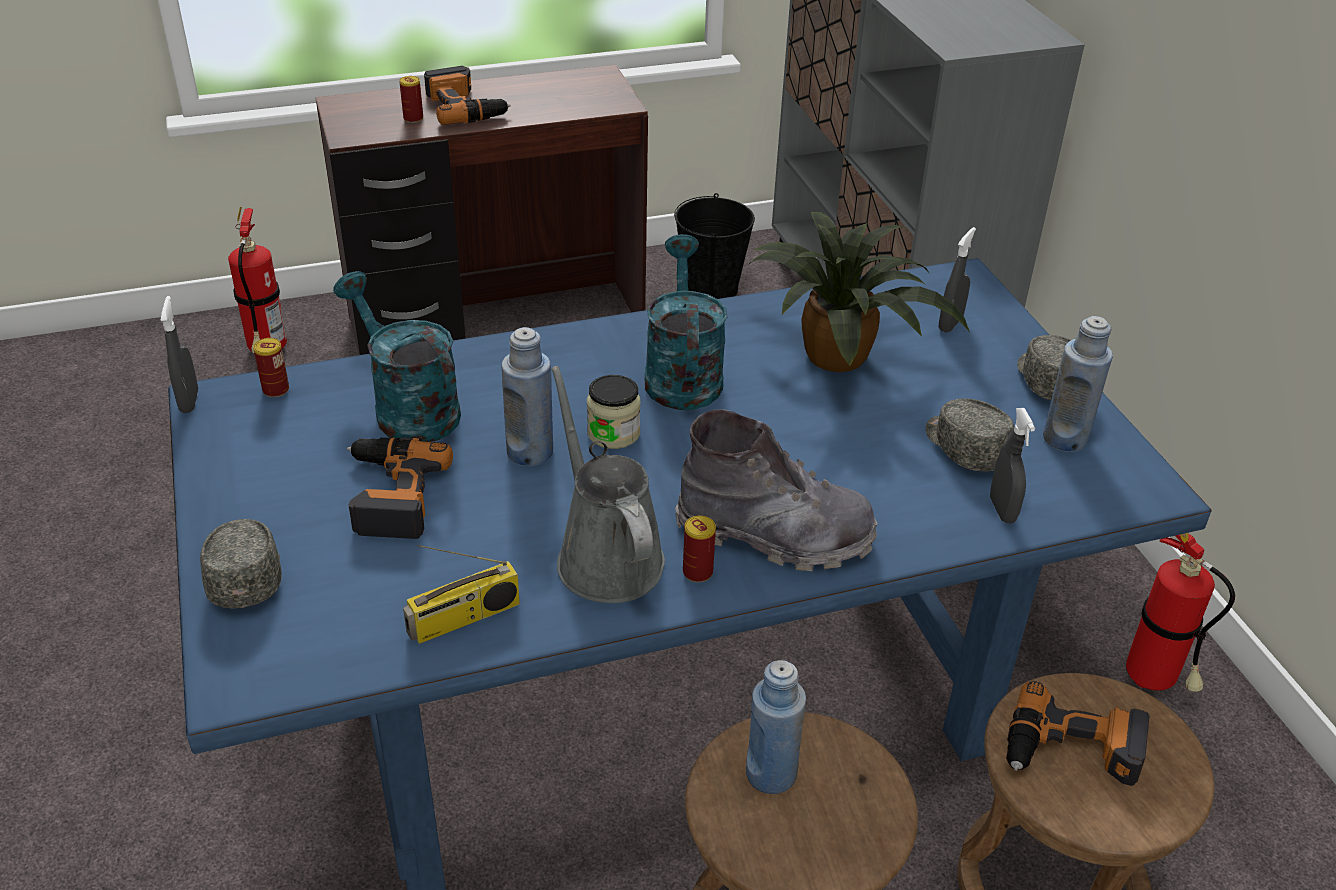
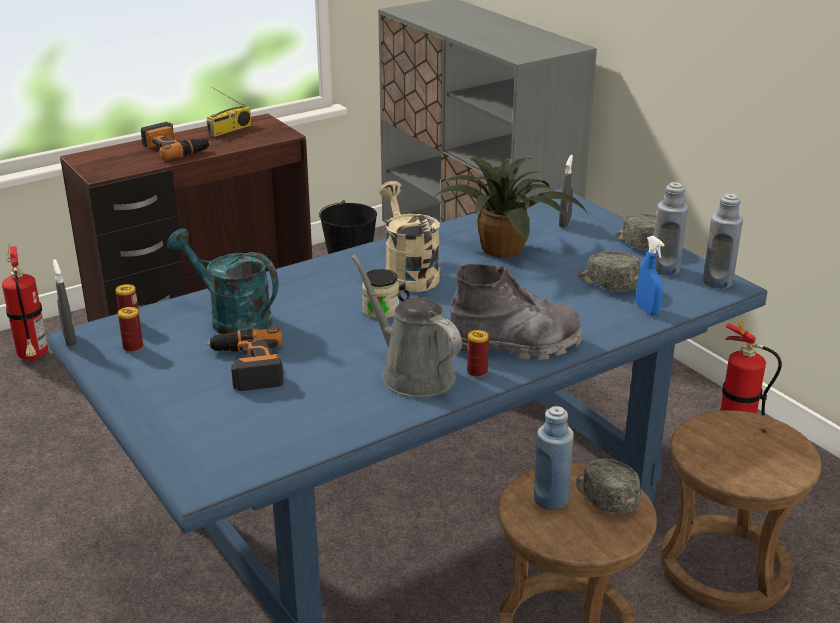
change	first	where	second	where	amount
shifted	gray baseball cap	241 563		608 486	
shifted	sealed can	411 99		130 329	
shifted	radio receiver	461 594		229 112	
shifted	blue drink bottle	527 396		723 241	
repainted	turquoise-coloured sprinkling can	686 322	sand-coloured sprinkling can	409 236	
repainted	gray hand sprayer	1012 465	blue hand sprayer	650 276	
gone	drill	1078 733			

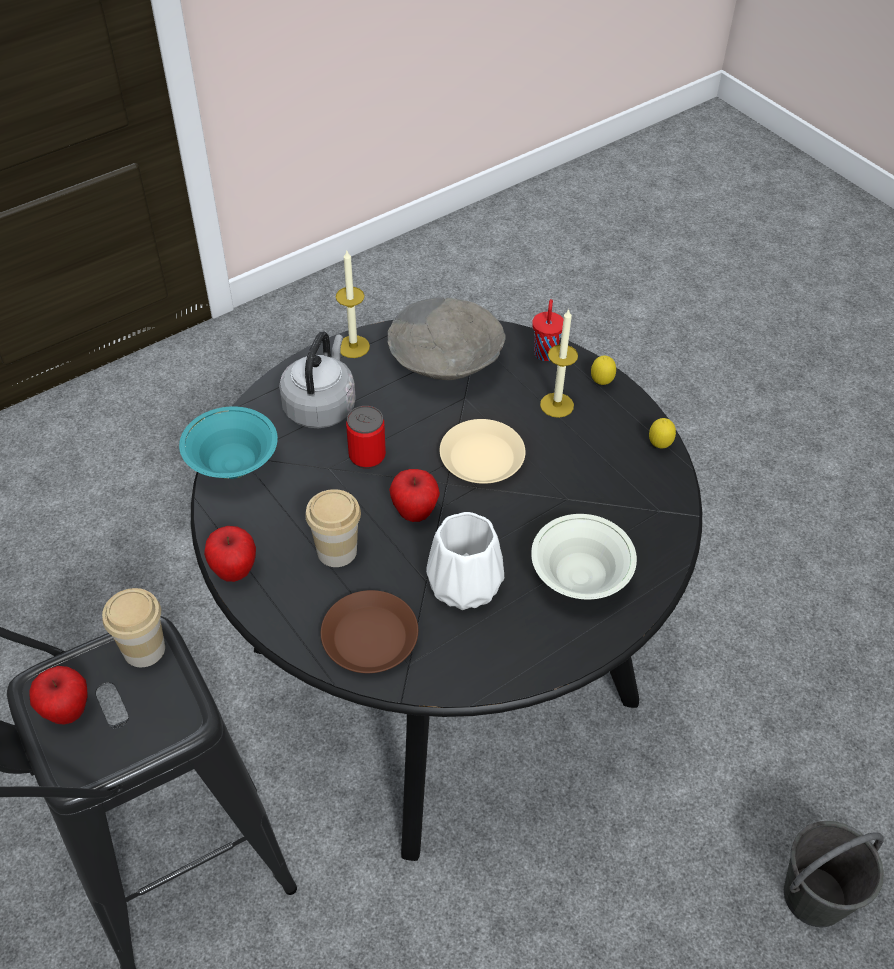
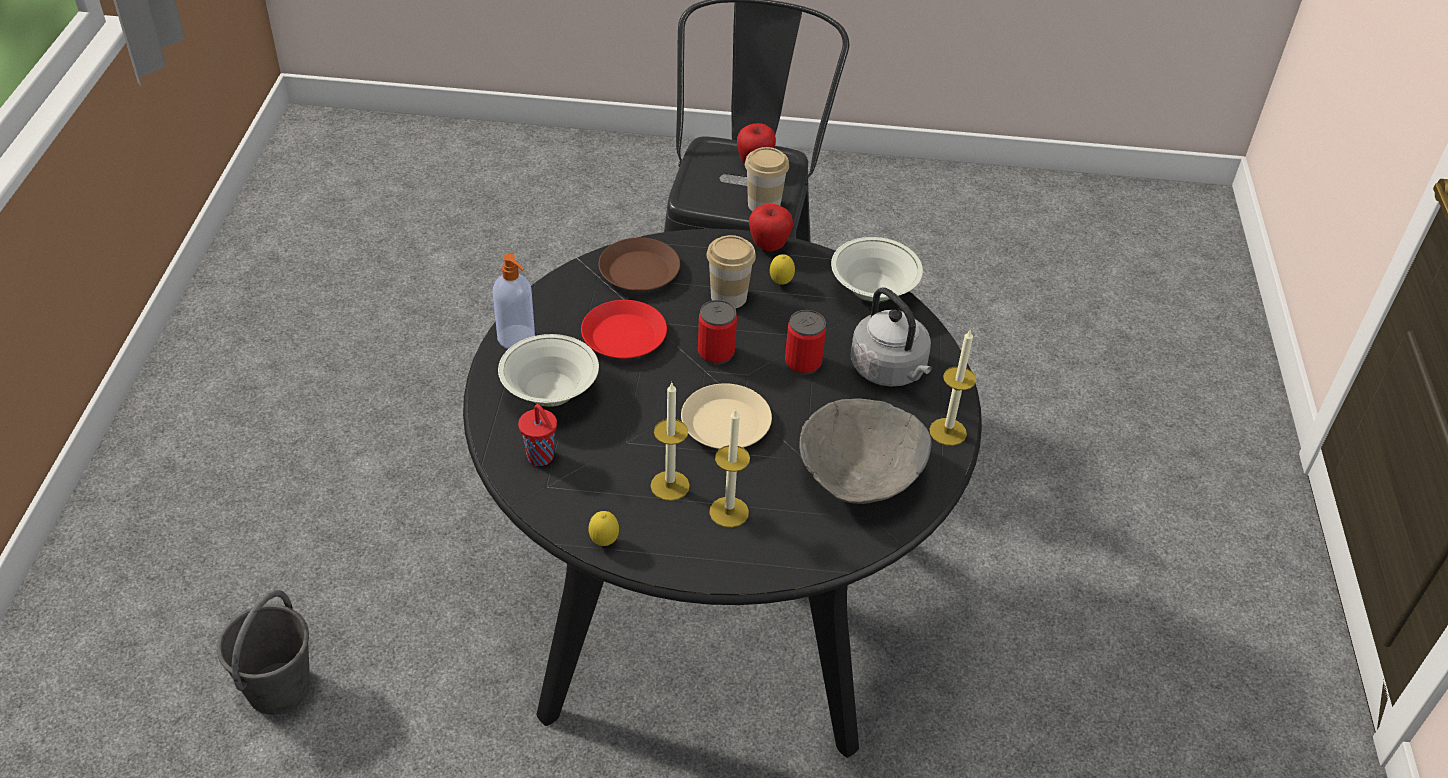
change	first	where	second	where	amount
repainted	turquoise-coloured bowl	228 442	whitish bowl	877 270	
swapped	apple fruit	414 495	sealed can	717 332	
swapped	whitish flower vase	465 561	red-coloured dinner plate	624 329	
shifted	red-coloured cup	547 330		537 435	
shifted	citrus fruit	603 370		782 269	
new			soap bottle	514 301	
new			wax light	670 442	

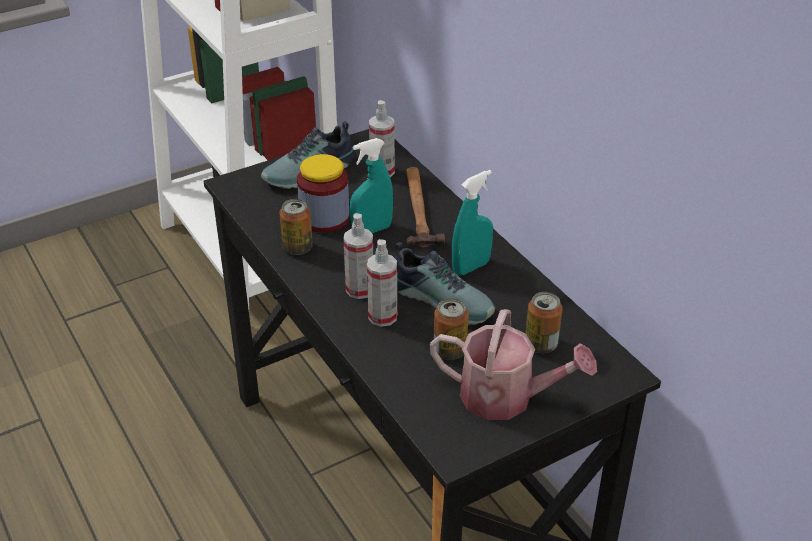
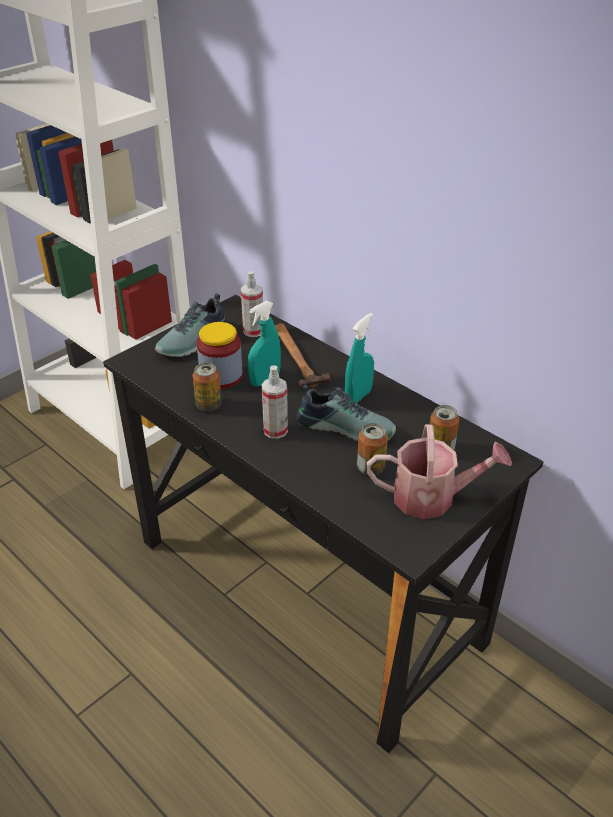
change	first	where	second	where	amount
gone	hand sprayer	382 283			

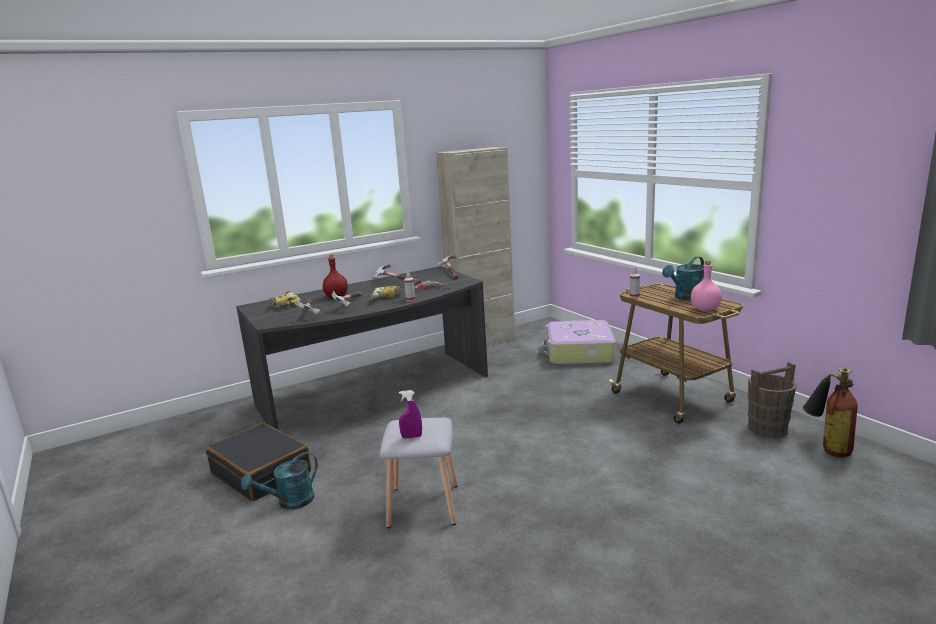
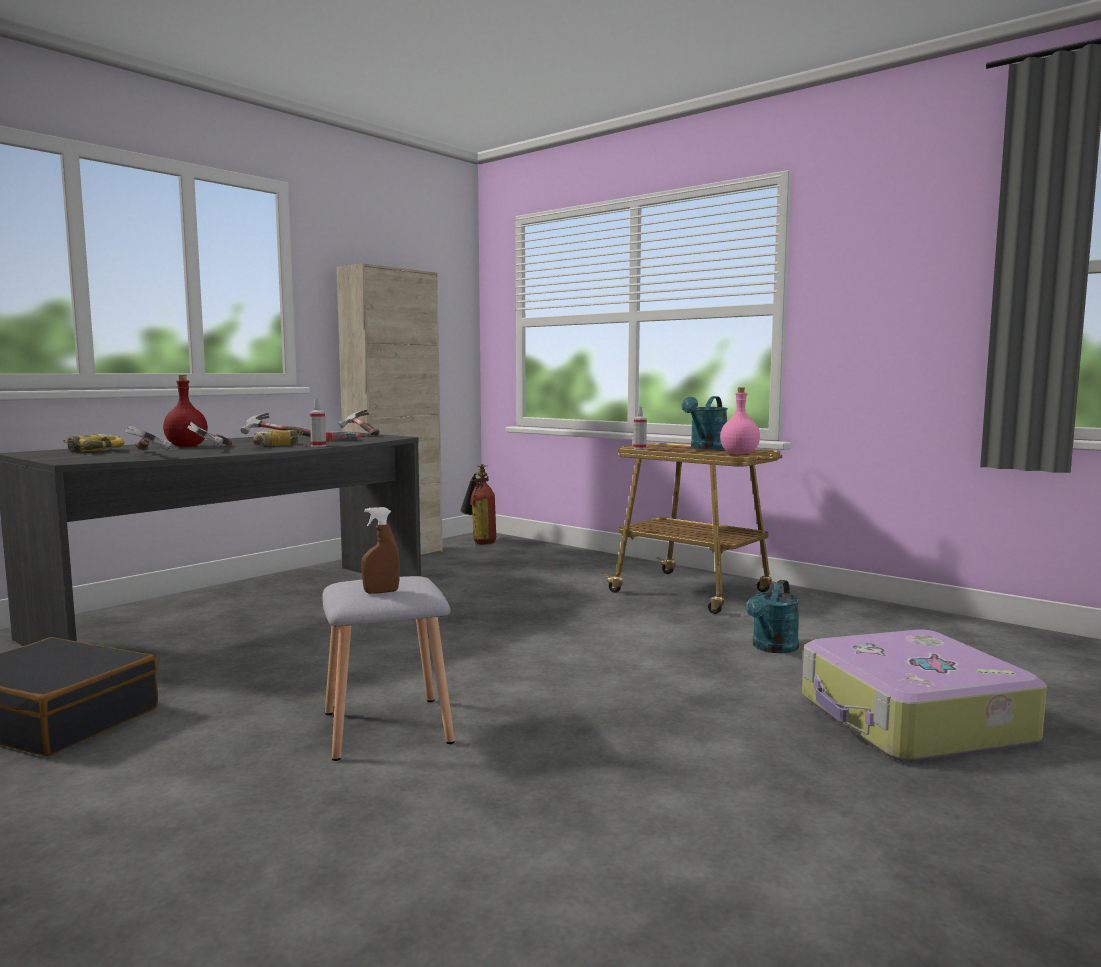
change	first	where	second	where	amount
shifted	turquoise-coloured sprinkling can	279 481		772 616	
repainted	purplish hand sprayer	410 414	brown hand sprayer	380 550	
shifted	piece of luggage	578 342		924 695	
gone	brown pail	772 400			
shifted	fire-fighting cylinder	830 413		478 504	

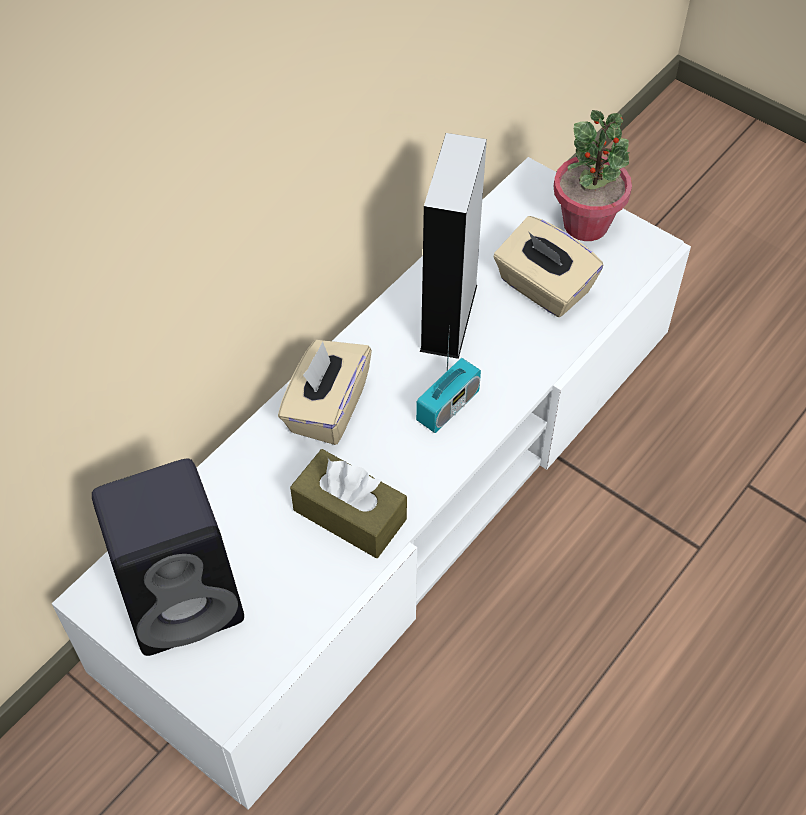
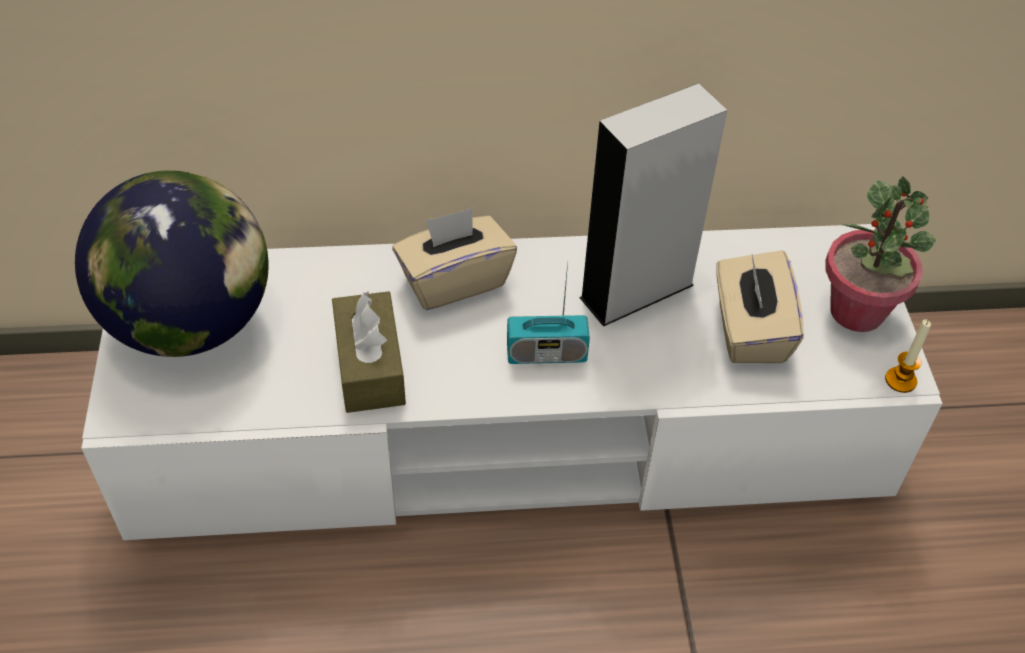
change	first	where	second	where	amount
swapped	black audio speaker	168 557	desk globe	172 263	
new			wax light	908 356	

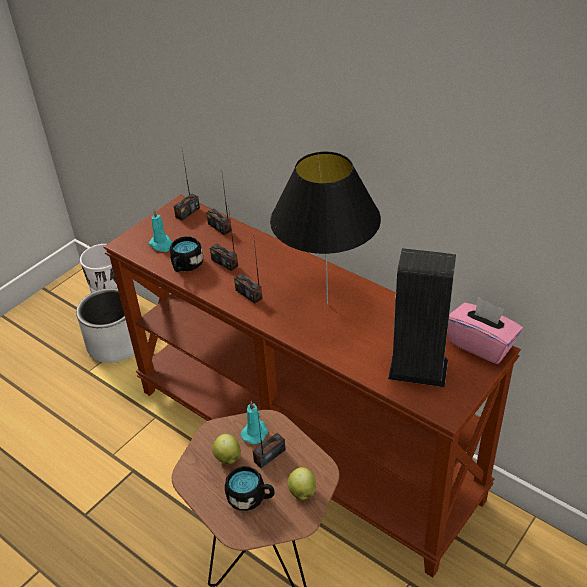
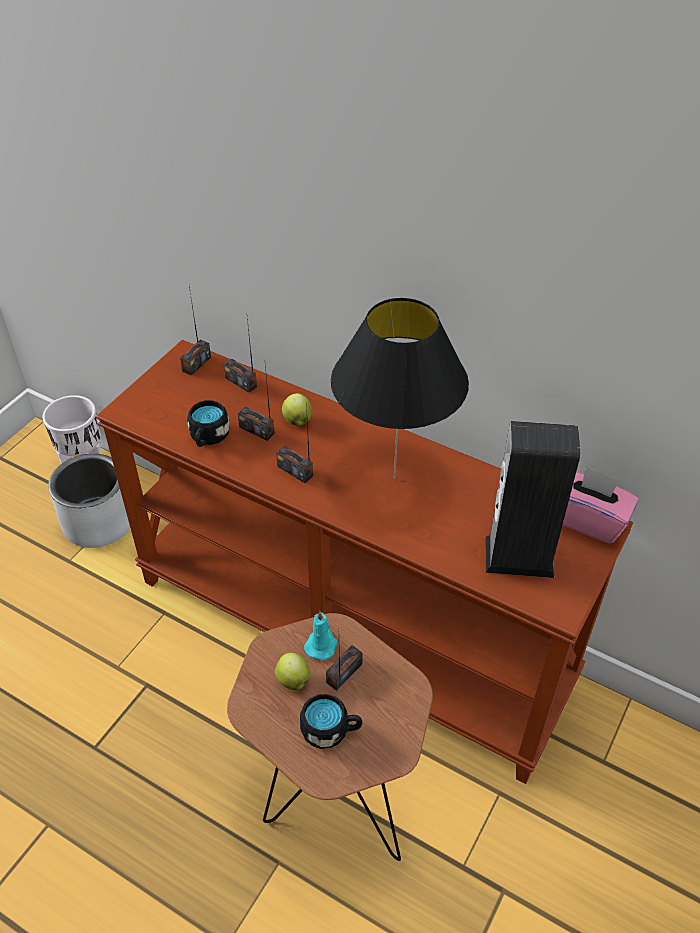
change	first	where	second	where	amount
gone	turquoise-coloured wax light	160 230			
shifted	apple fruit	301 483		297 409	

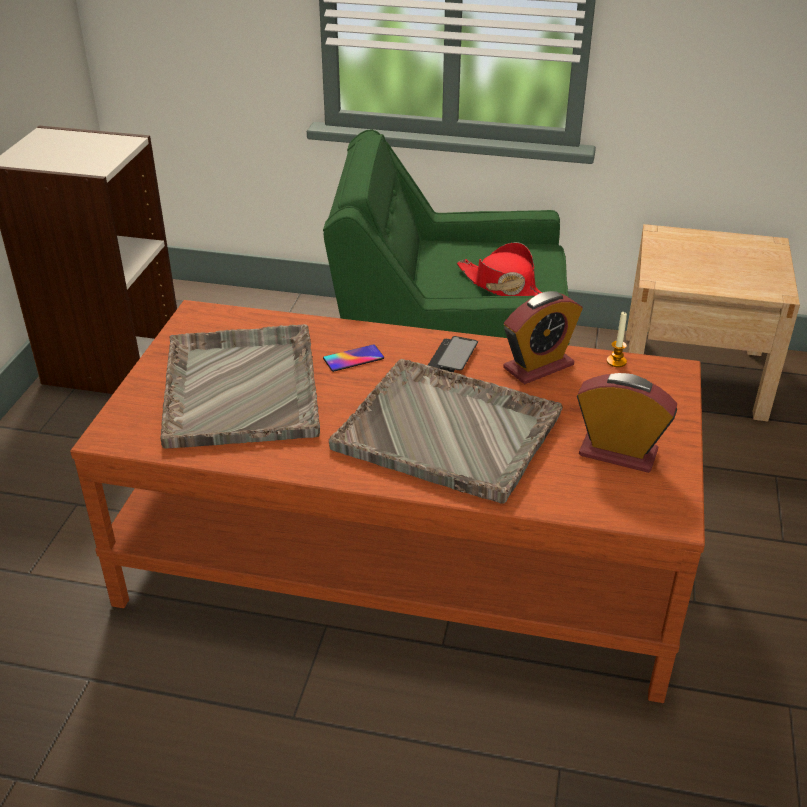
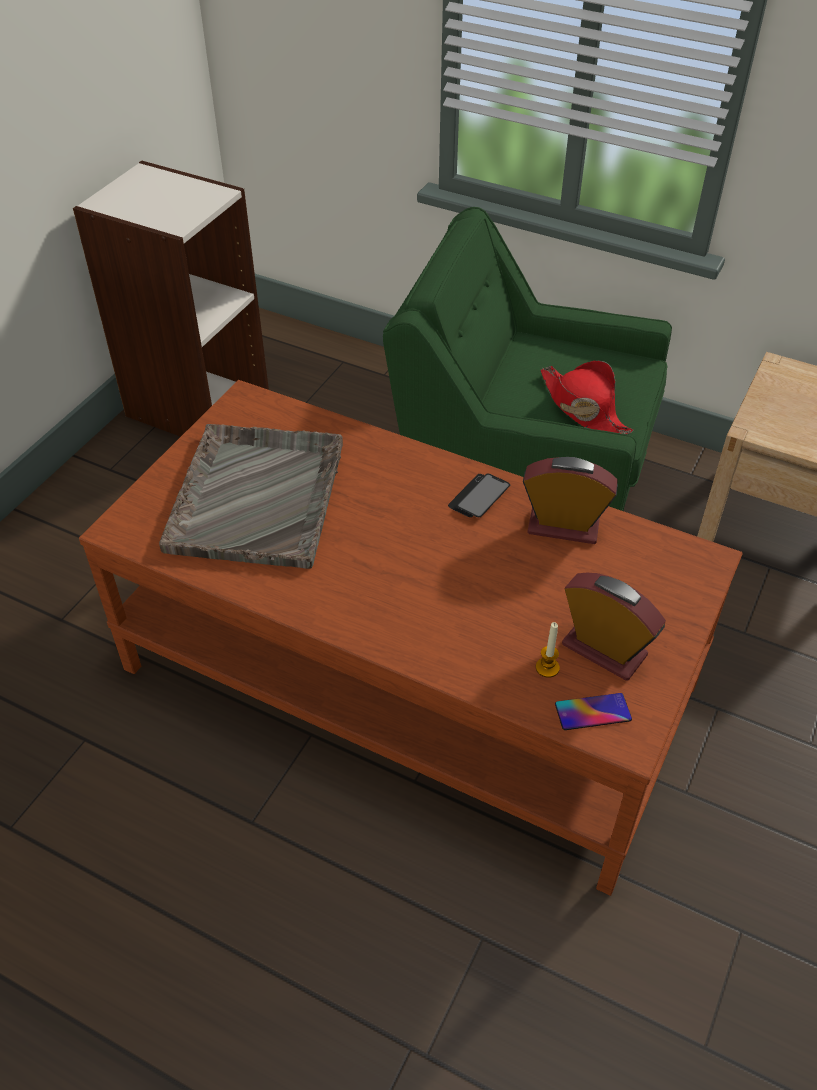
change	first	where	second	where	amount
shifted	handset	353 358		593 711	
gone	gray serving tray	446 431			
rotated	bedside clock	543 337		570 500	150 degrees counterclockwise
shifted	wax light	617 339		548 650	

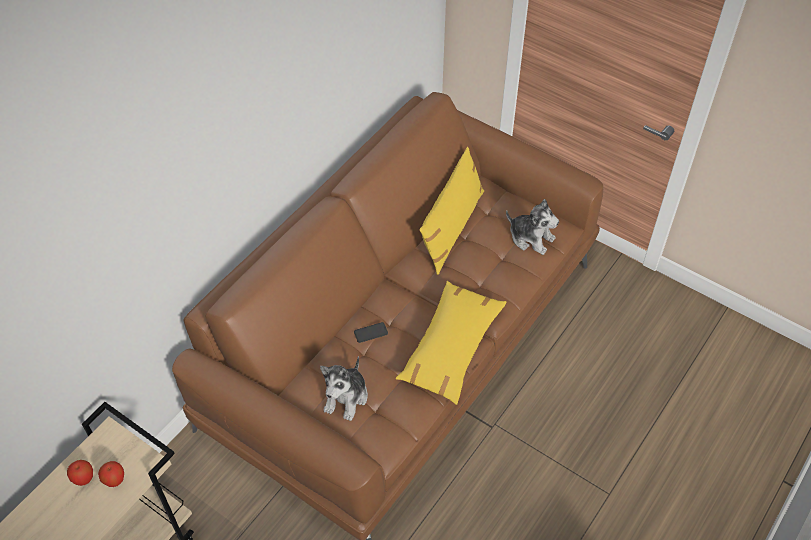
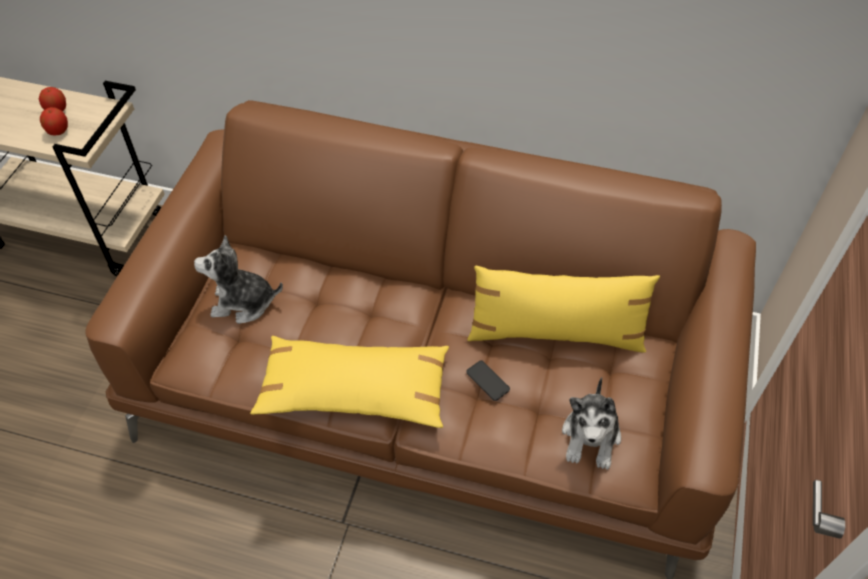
change	first	where	second	where	amount
shifted	handset	371 332		488 380	

